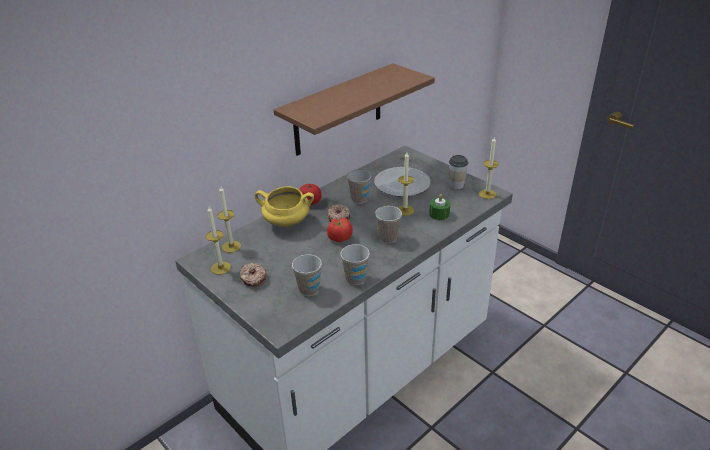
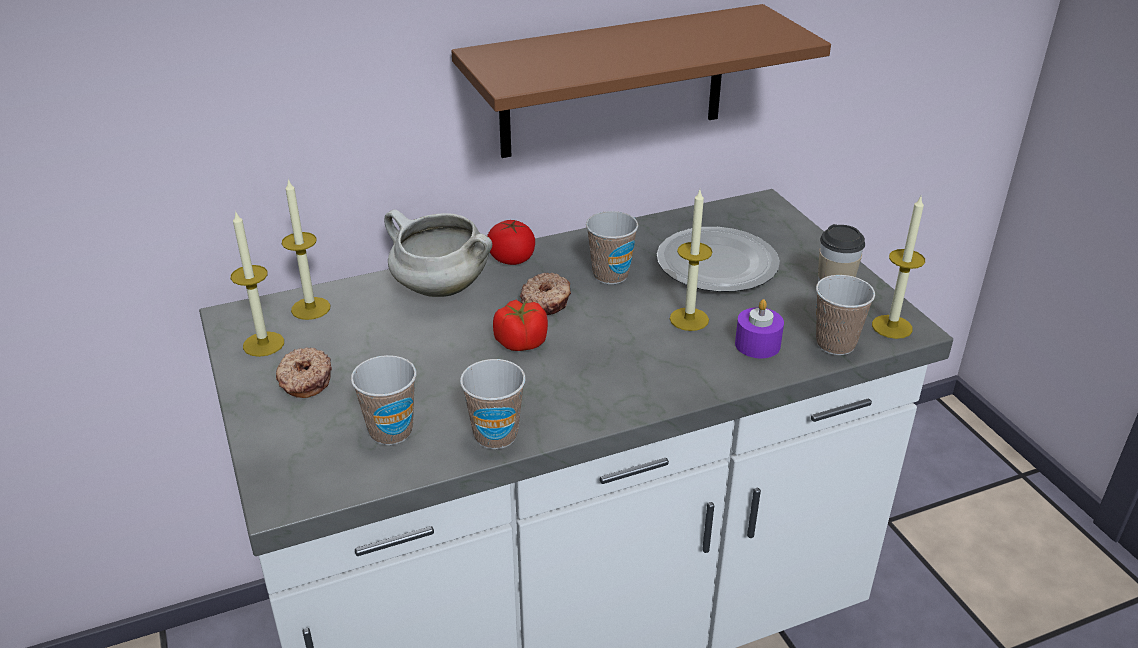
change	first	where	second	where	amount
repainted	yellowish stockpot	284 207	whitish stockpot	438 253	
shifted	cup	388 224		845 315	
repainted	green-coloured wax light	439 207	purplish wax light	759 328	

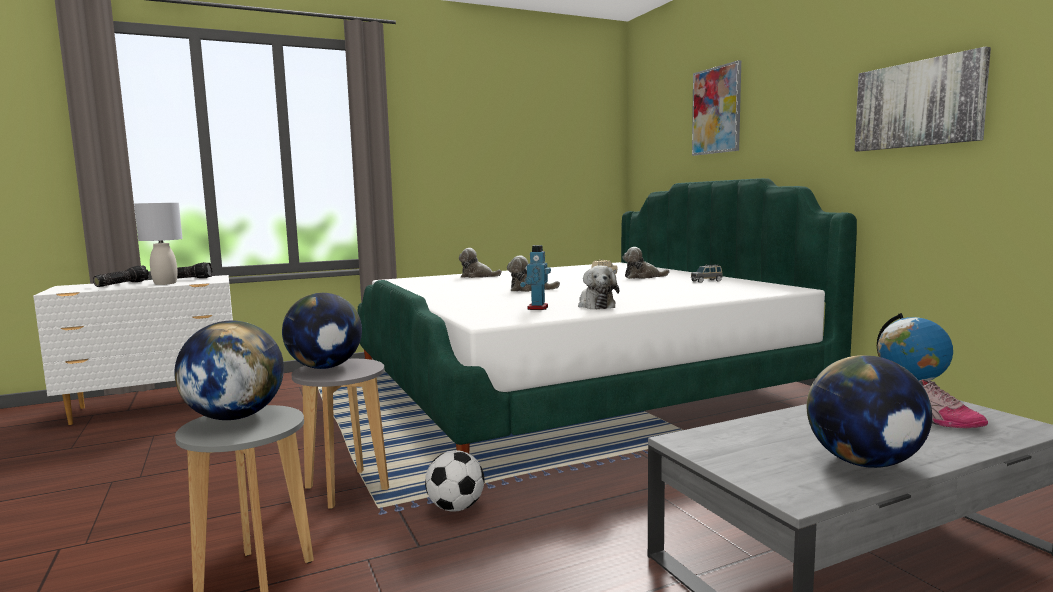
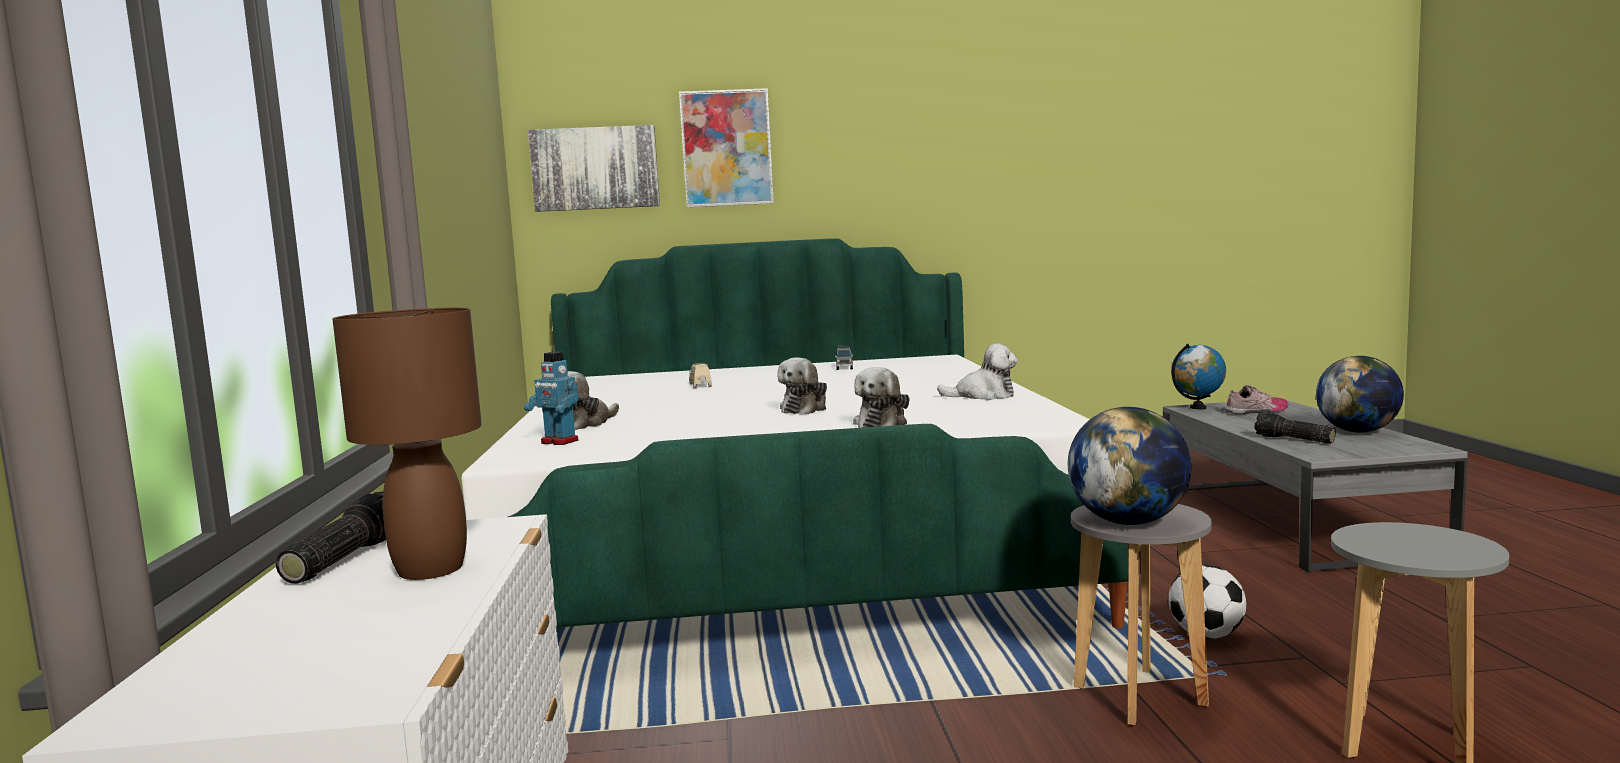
change	first	where	second	where	amount
shifted	hand torch	121 276		1295 428	
repainted	gray lamp for a table	158 244	brown lamp for a table	407 443	
gone	desk globe	229 370			
shifted	model robot	535 277		551 398	
shifted	cuddly toy	645 263		881 397	
shifted	wall art	923 99		594 168	

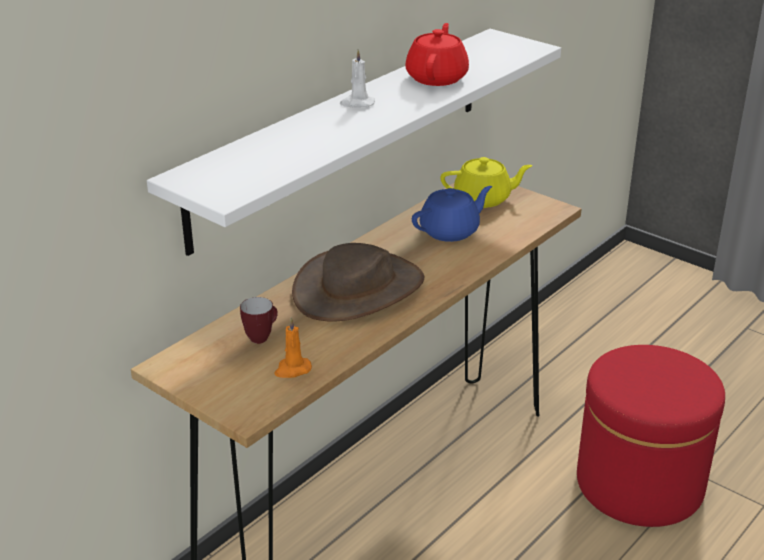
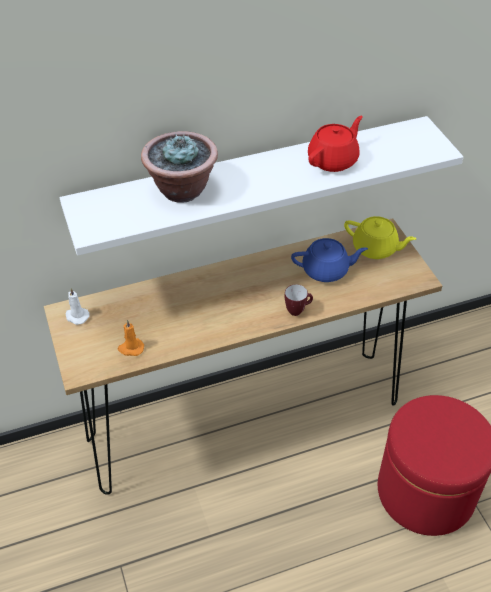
change	first	where	second	where	amount
shifted	mug	259 320		299 300	
gone	brown hat	358 282			
shifted	whitish wax light	357 78		78 306	
new			houseplant	179 167	

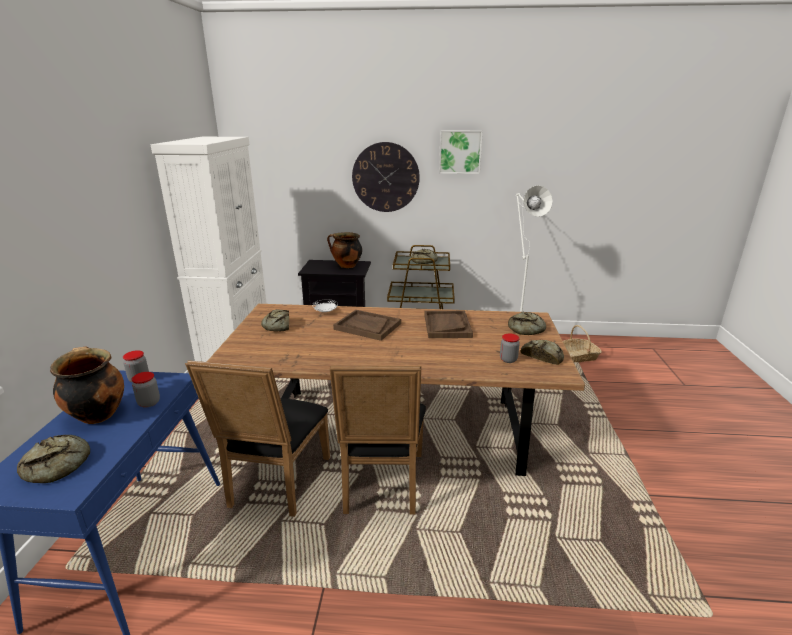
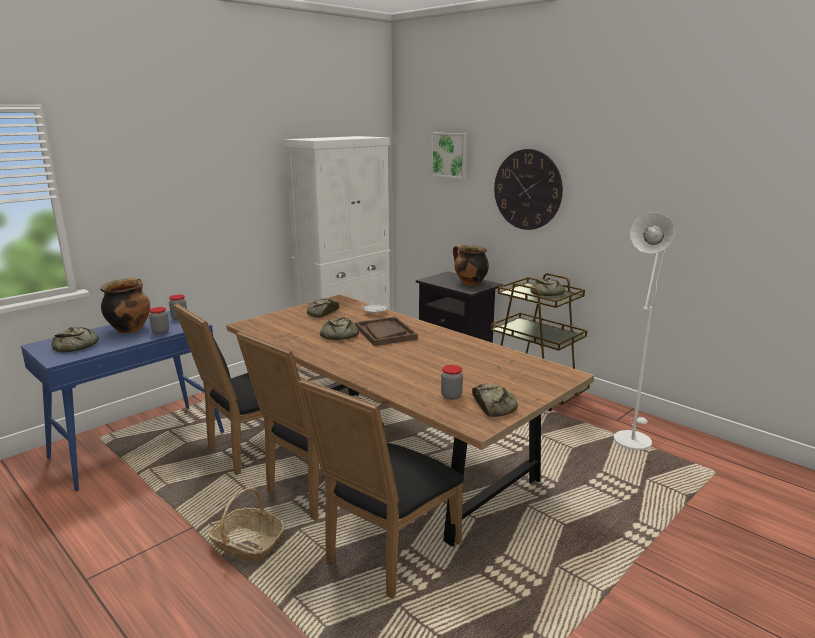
change	first	where	second	where	amount
gone	brown serving tray	448 324			
shifted	wall art	461 152		449 156	
shifted	bakery bread	527 323		339 328	
shifted	storage basket	582 343		246 525	
new			black chair	381 488	

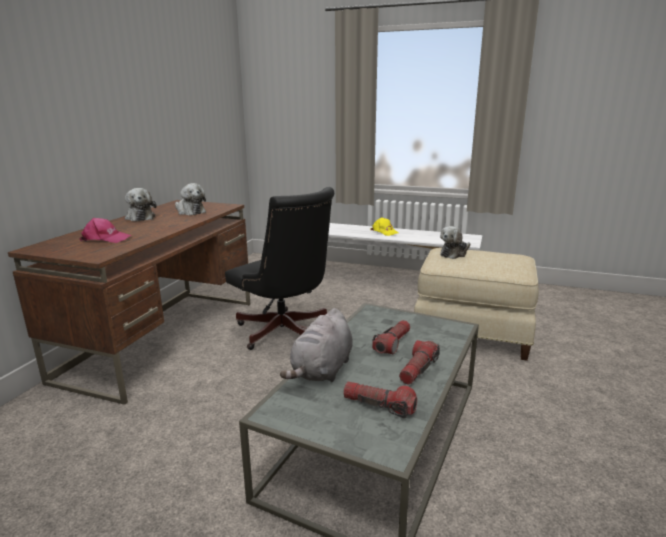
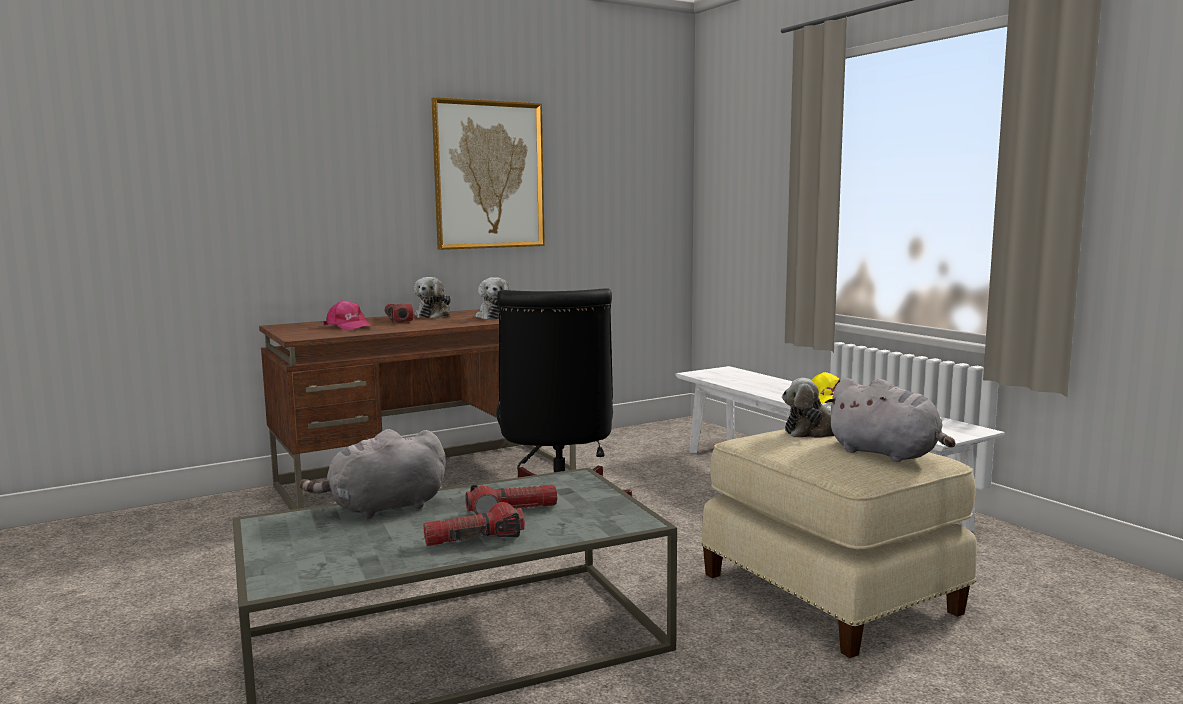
change	first	where	second	where	amount
shifted	hand torch	380 400		399 313	
new			wall art	488 173	
new			gray cuddly toy	890 420	

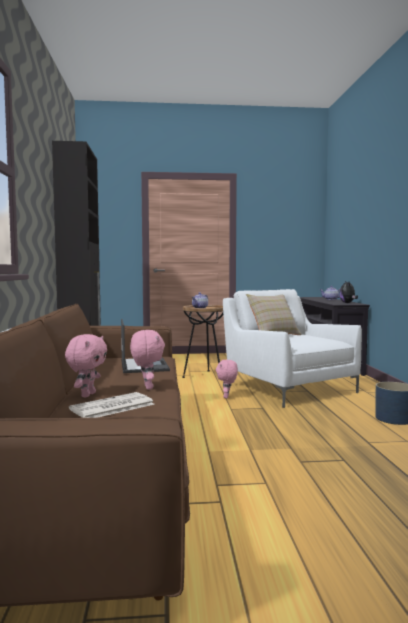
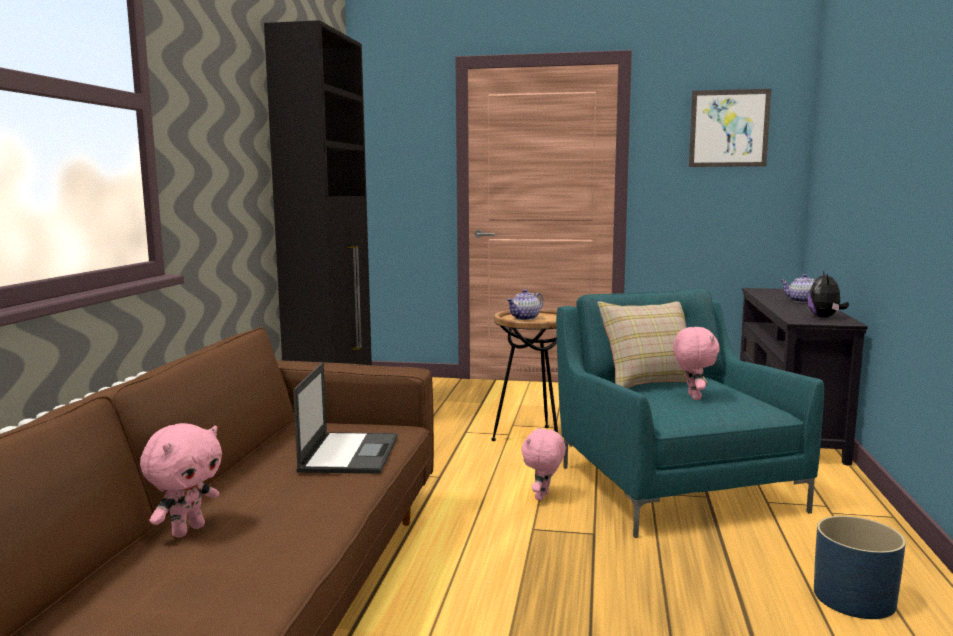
change	first	where	second	where	amount
gone	newspaper	111 405			
shifted	pink cuddly toy	147 360		696 363	
repainted	whitish armchair	292 348	turquoise-coloured armchair	690 413	
new			wall art	730 128	

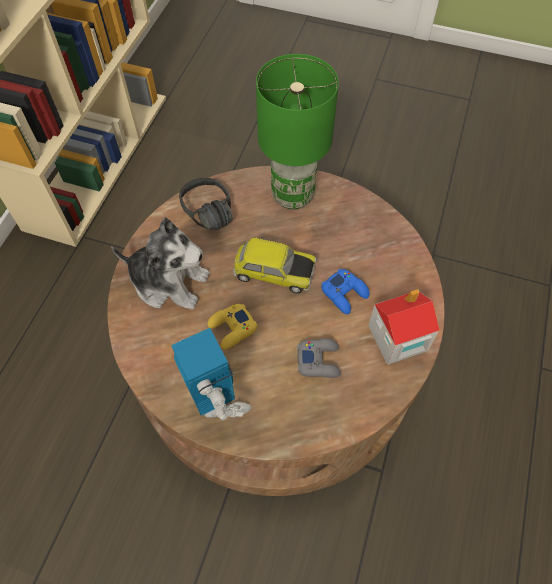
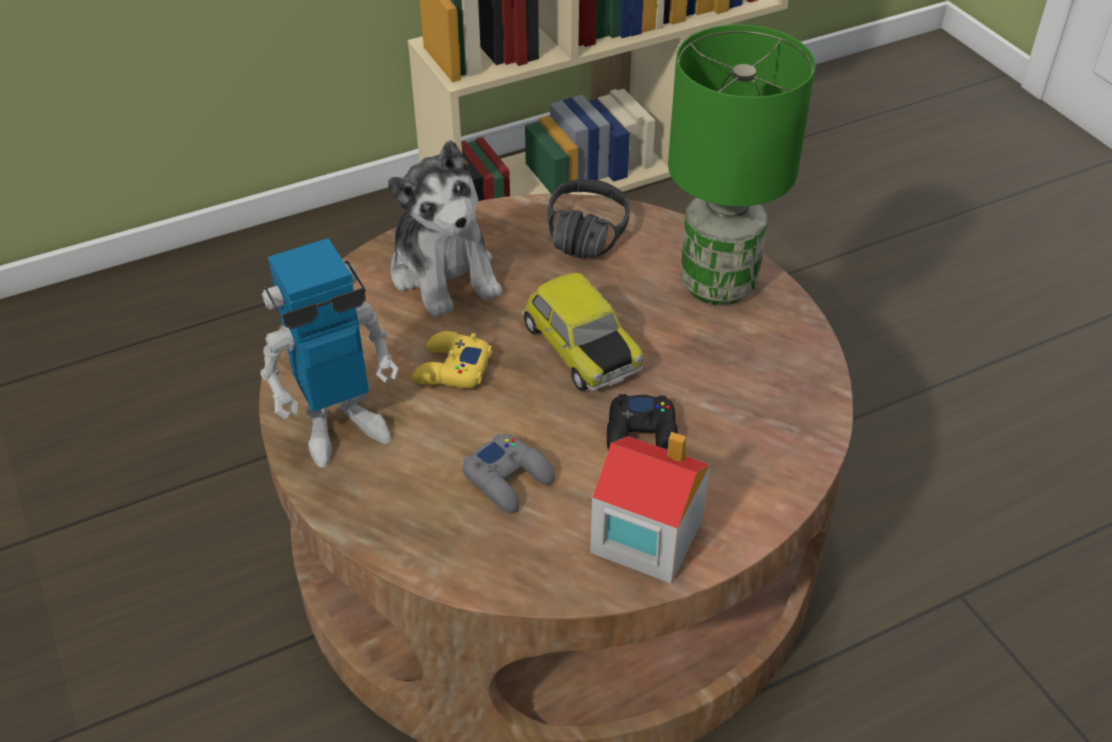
change	first	where	second	where	amount
rotated	model robot	211 374		329 353	45 degrees clockwise
repainted	blue gamepad	346 291	black gamepad	642 422	

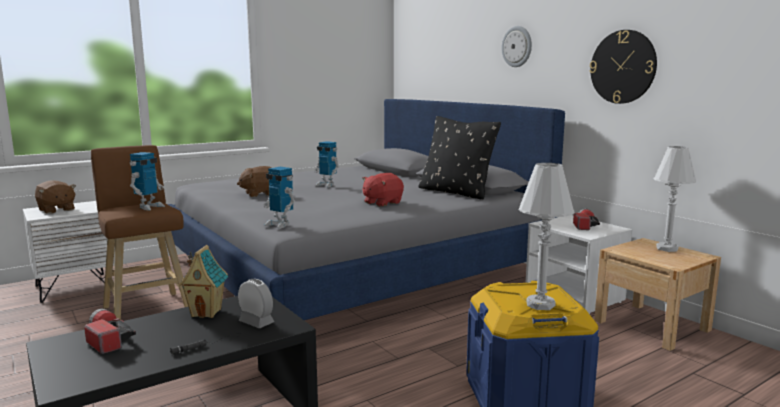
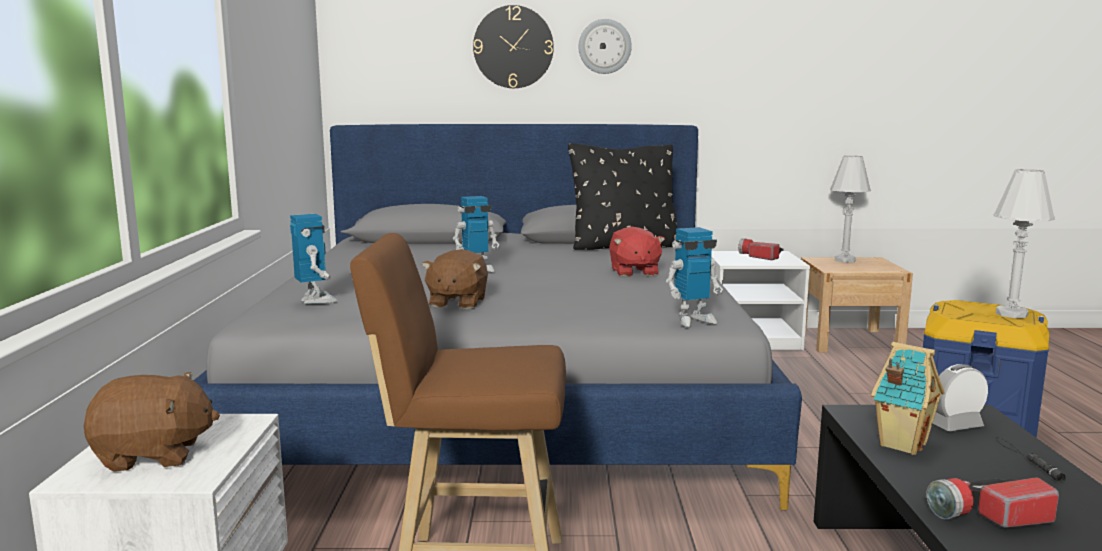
change	first	where	second	where	amount
shifted	model robot	147 181		314 259	
shifted	wall clock	623 67		513 46	

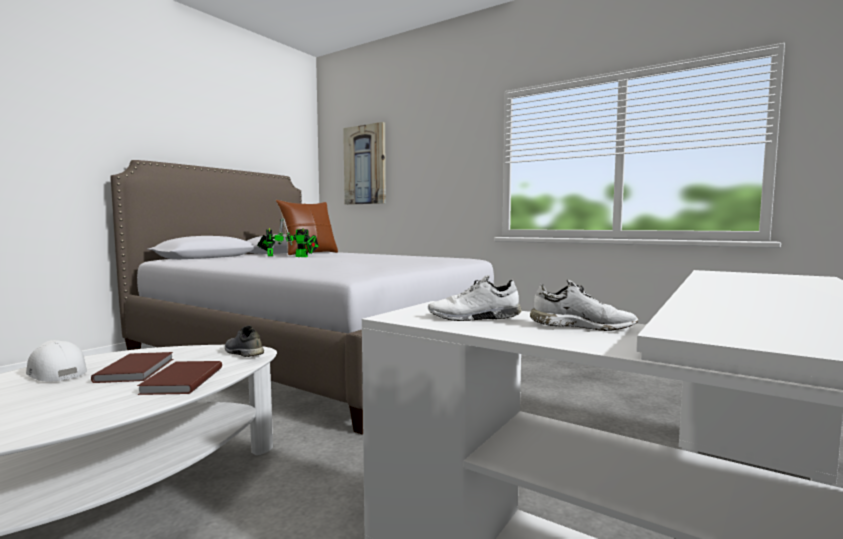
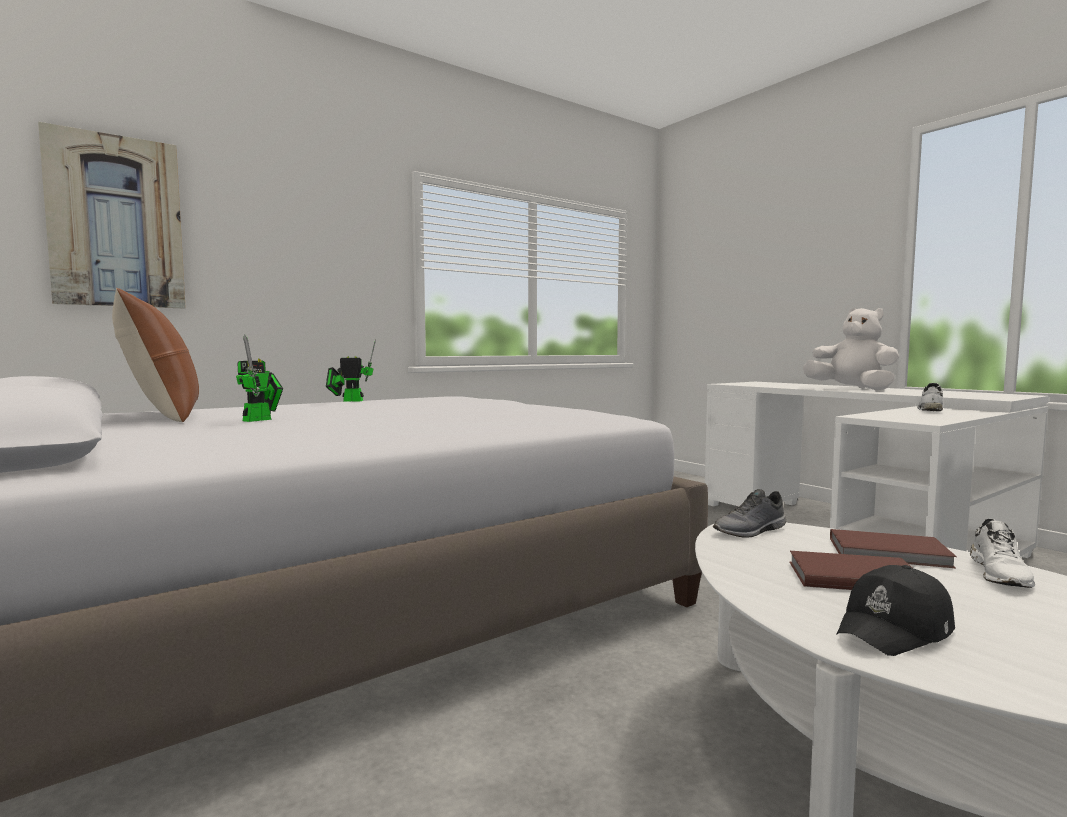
change	first	where	second	where	amount
repainted	whitish baseball cap	56 360	black baseball cap	896 610	
shifted	model robot	270 237		351 370	
shifted	whitish shoe	474 298		1002 553	
new			whitish cuddly toy	851 349	

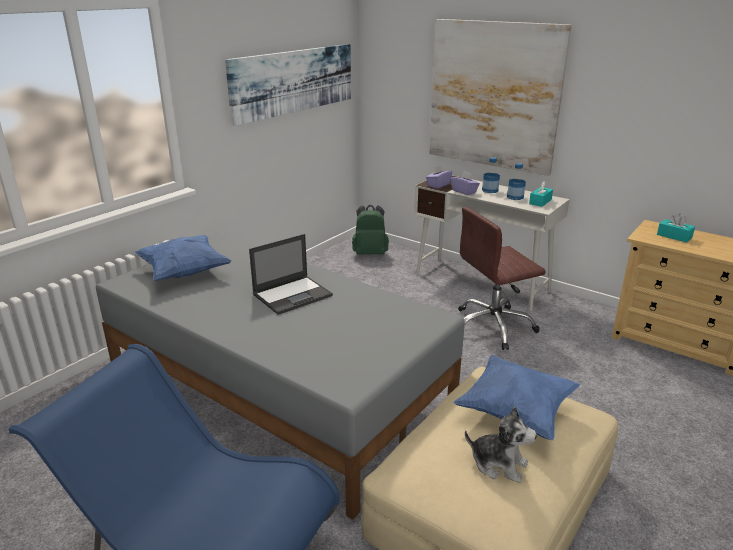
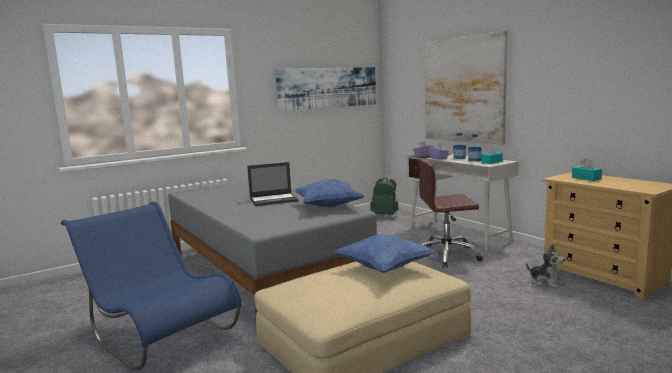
change	first	where	second	where	amount
shifted	blue throw pillow	183 258		329 193	
shifted	cuddly toy	501 445		545 266	

